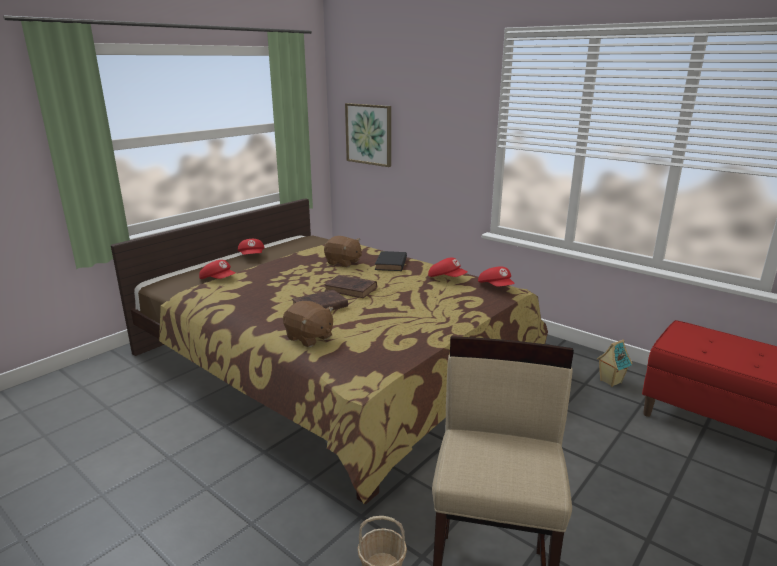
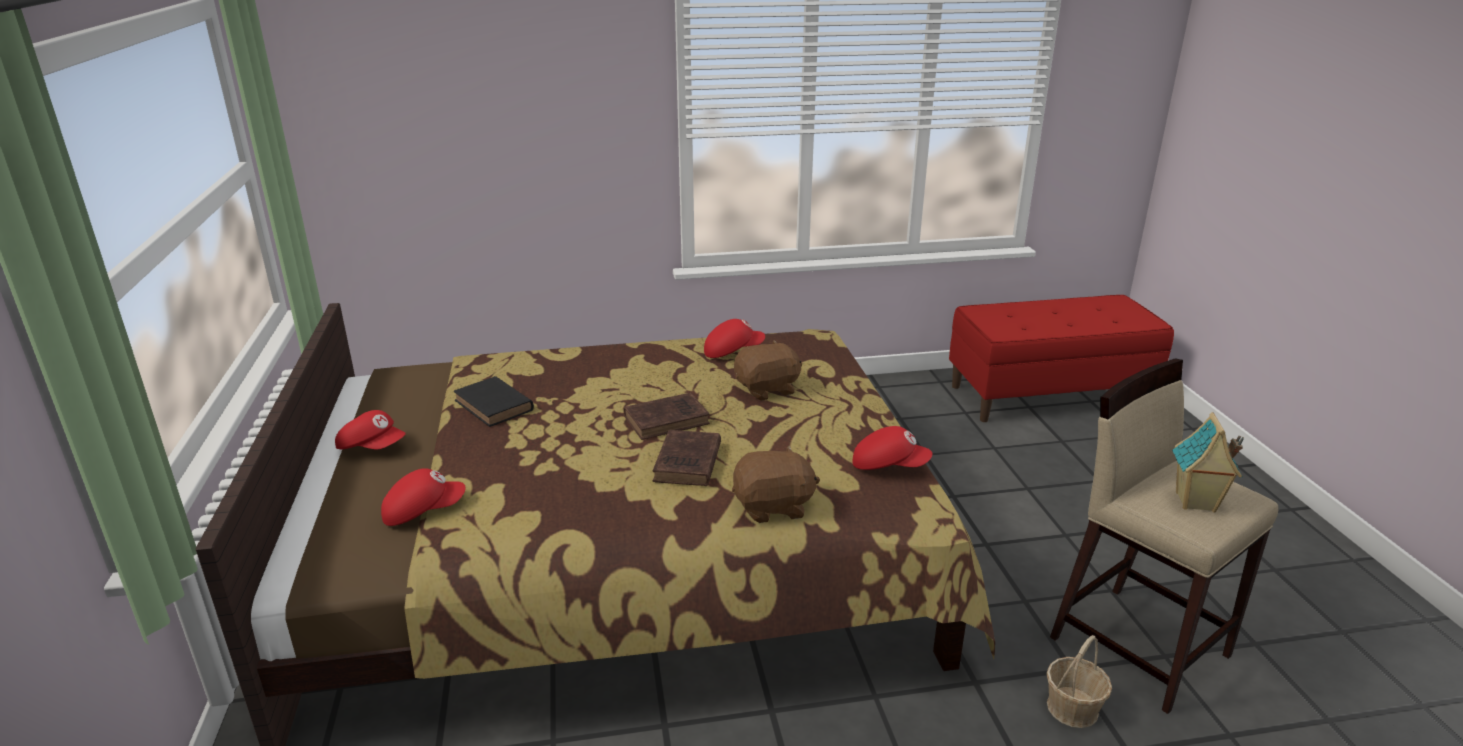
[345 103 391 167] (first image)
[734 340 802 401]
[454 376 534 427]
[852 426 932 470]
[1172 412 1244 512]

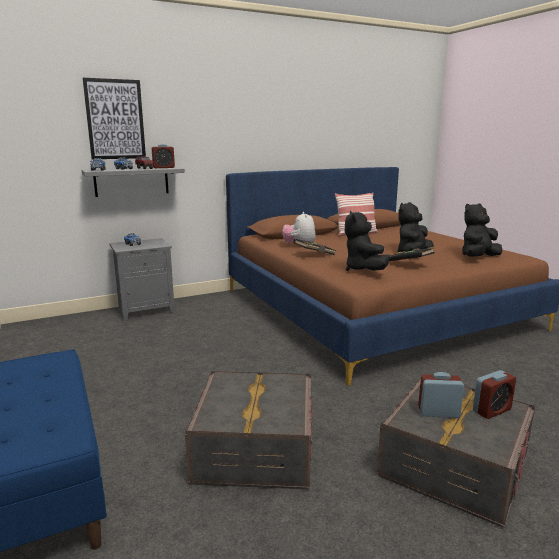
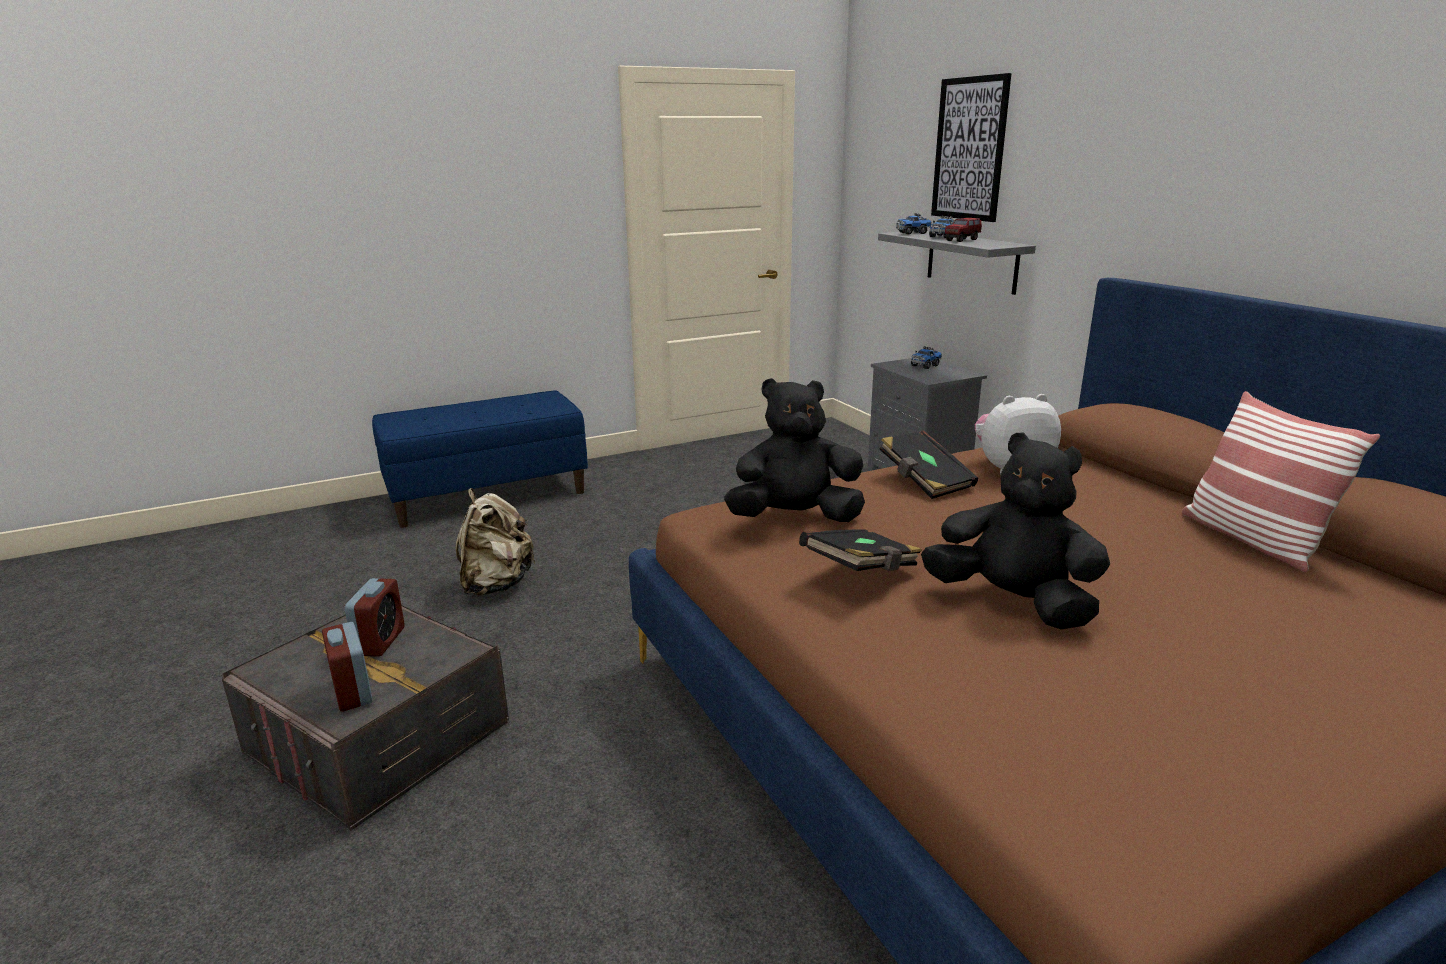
[151 144 175 168] (first image)
[462 203 502 257] (first image)
[455 488 536 596]

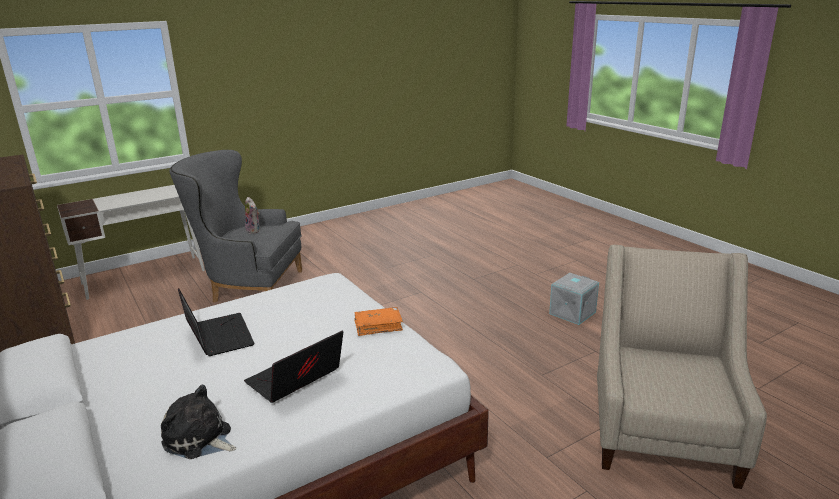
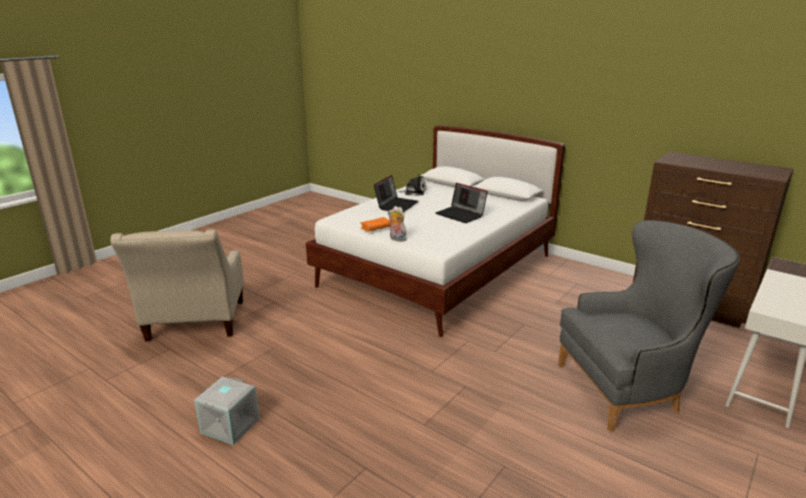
[388 206 407 242]

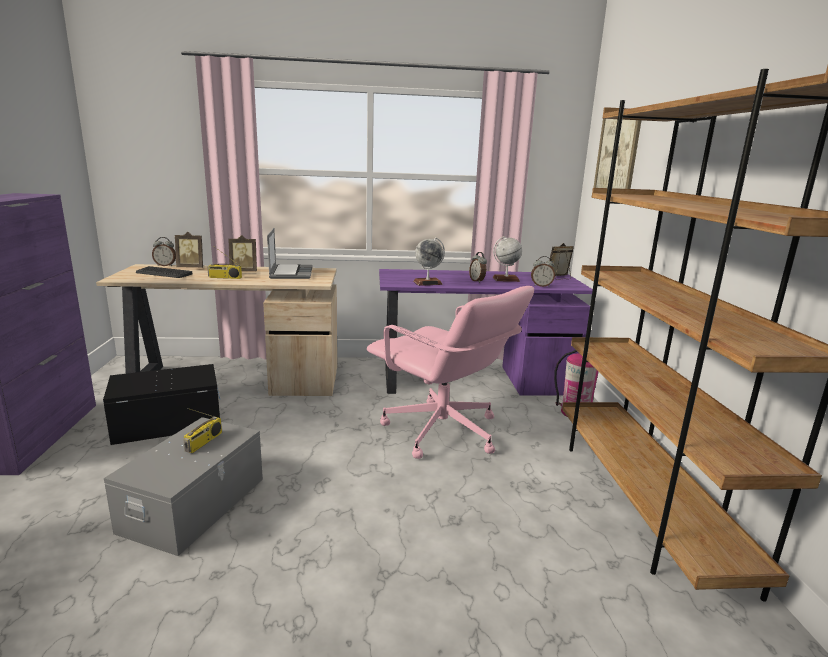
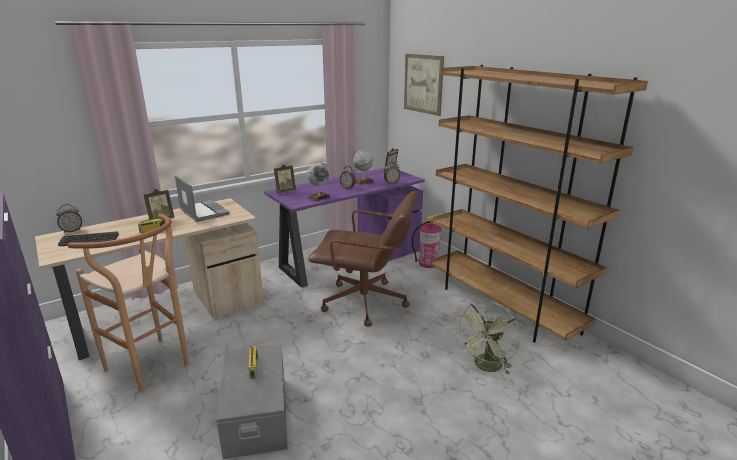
[274 164 296 193]
[308 191 417 327]
[67 214 189 392]
[457 301 521 375]

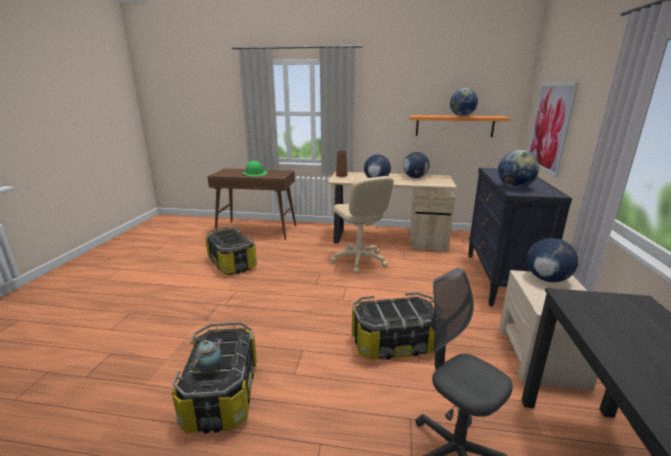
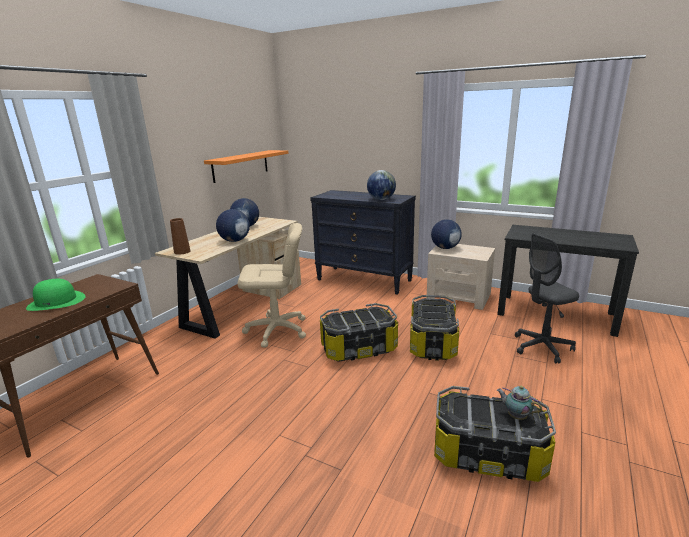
[528 82 579 177] (first image)
[450 88 478 116] (first image)
[320 303 398 362]

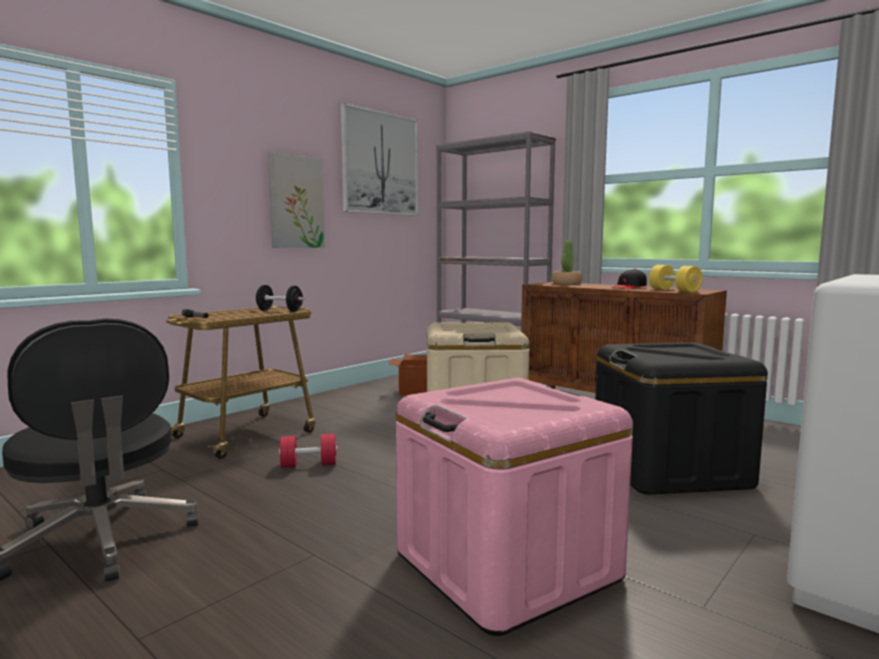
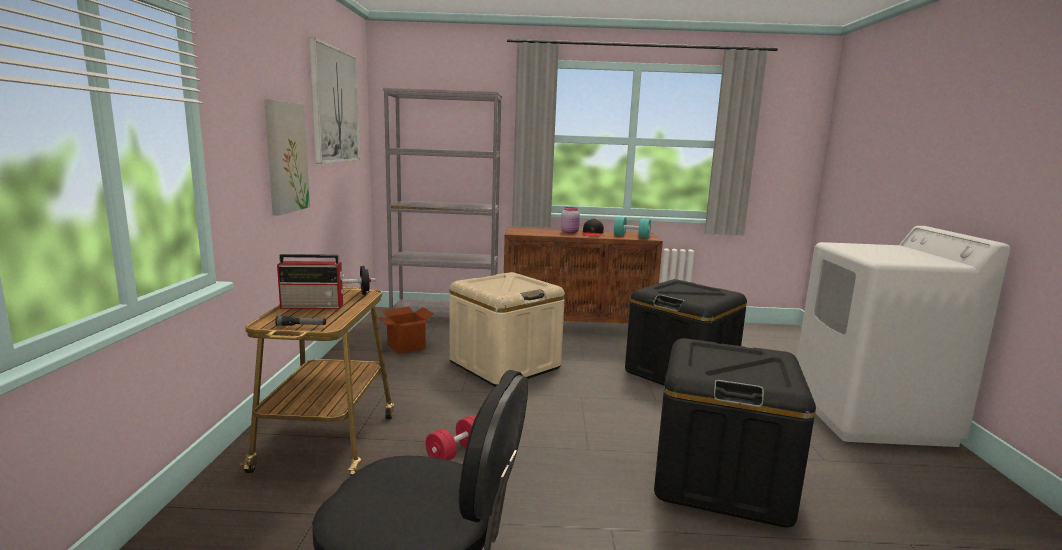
[552 240 582 285] (first image)
[614 216 651 238]
[654 338 816 527]
[561 207 580 234]
[277 254 345 309]

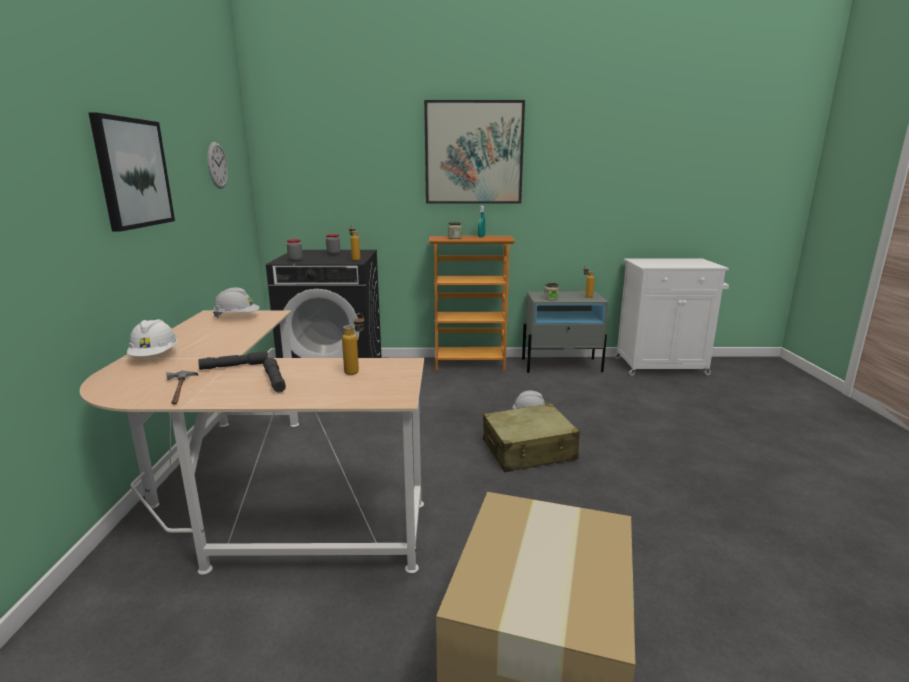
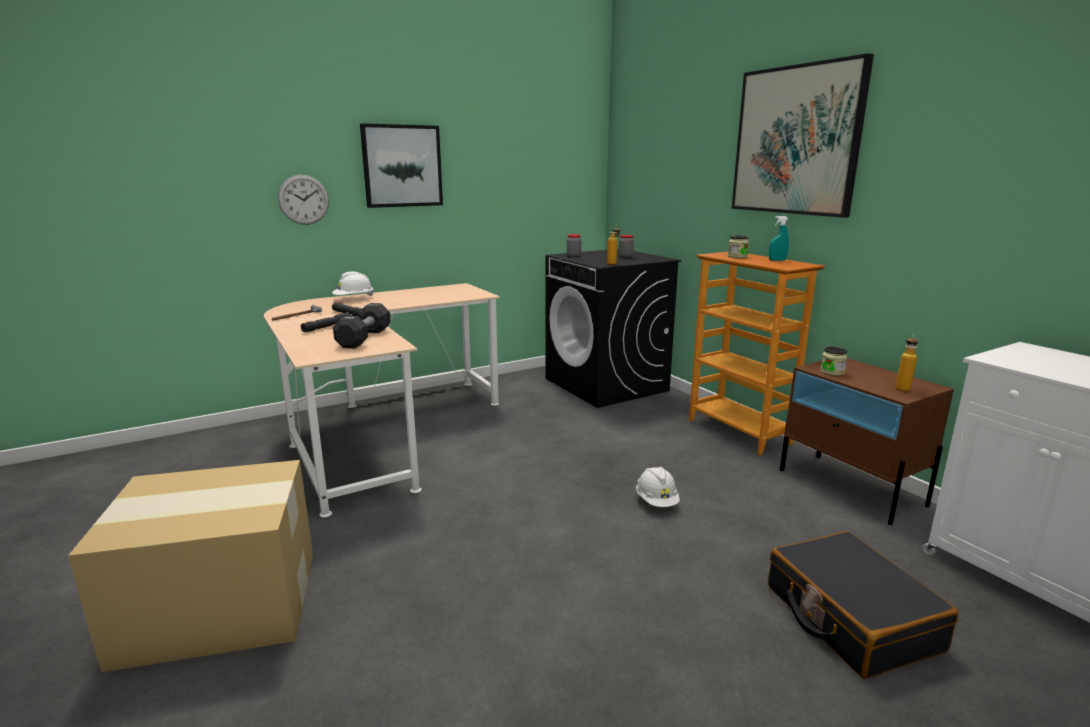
[278 175 329 225]
[213 287 260 318] (first image)
[780 358 954 525]
[333 303 391 348]
[483 403 580 472] (first image)
[768 531 959 679]

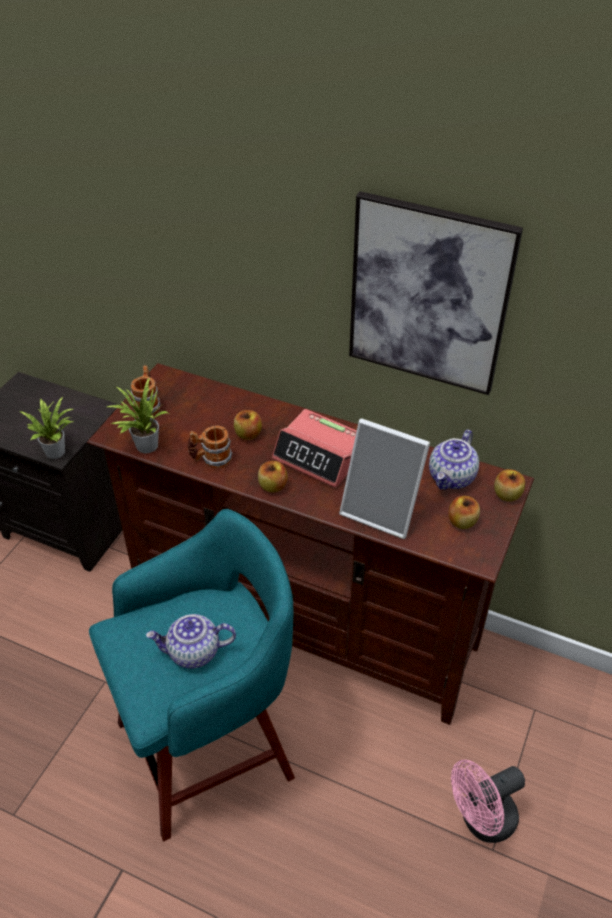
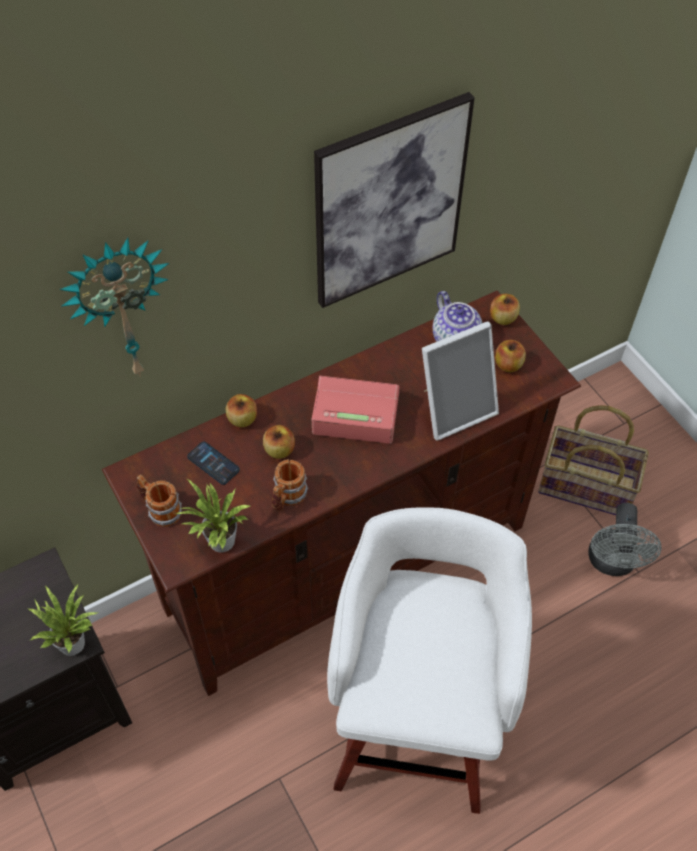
[312 376 400 444]
[226 394 257 427]
[327 507 532 814]
[146 614 236 669] (first image)
[588 503 662 576]
[60 237 169 377]
[538 405 649 515]
[187 442 240 485]

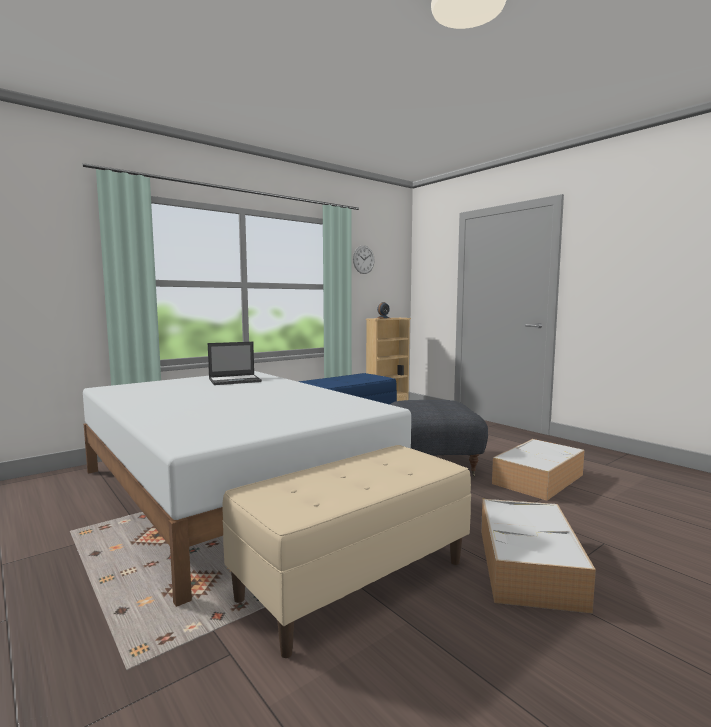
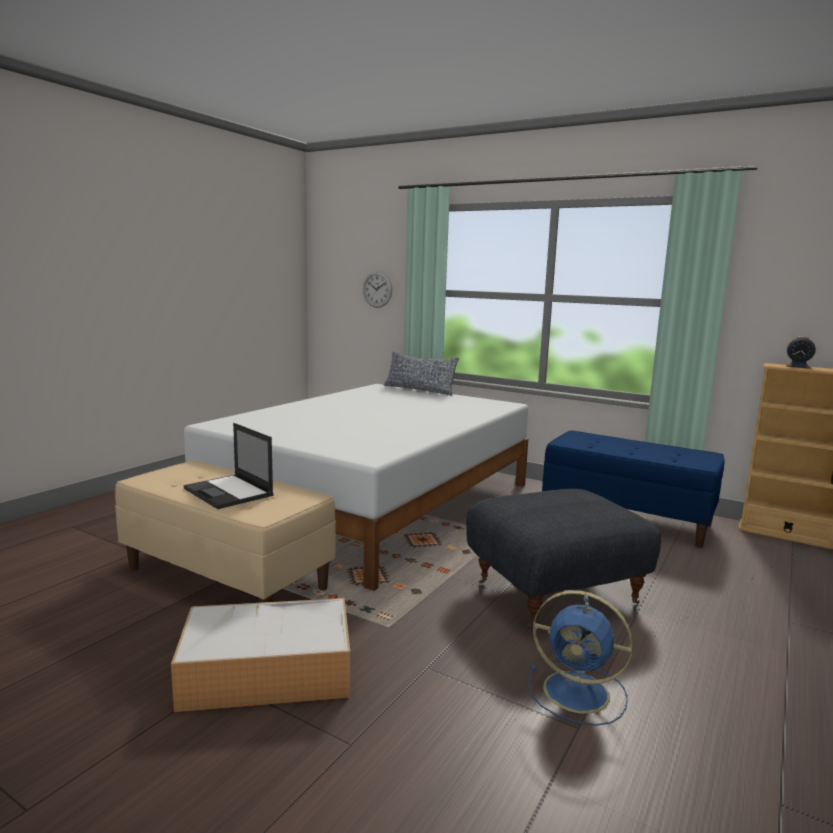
[363 271 392 308]
[184 423 274 509]
[528 590 633 726]
[384 351 459 396]

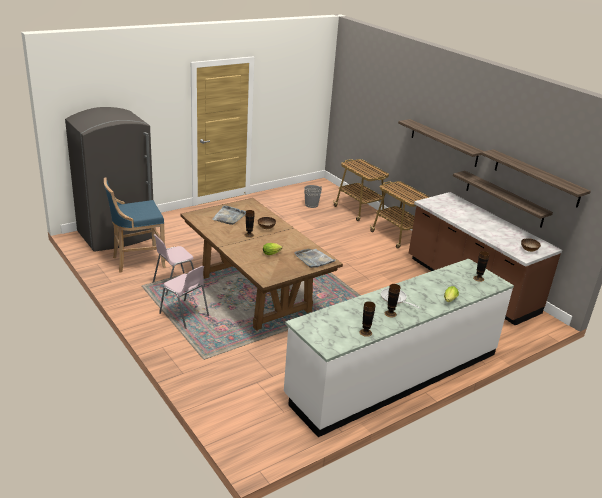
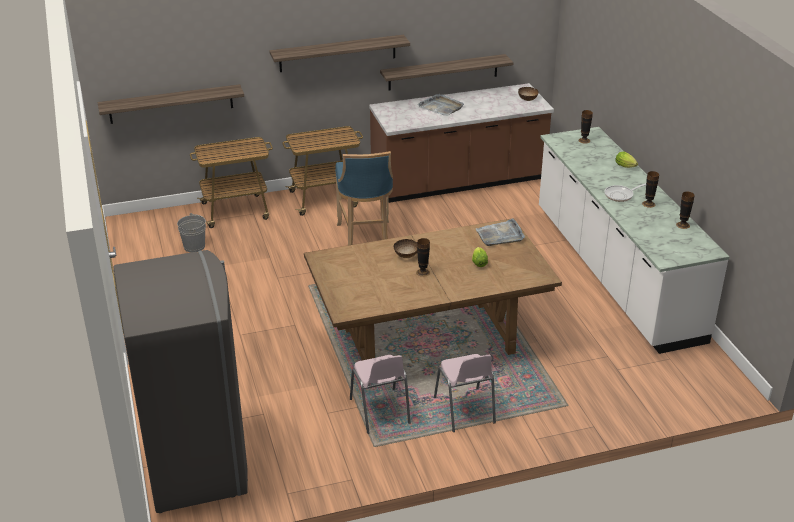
[98 84 244 124]
[335 151 393 245]
[417 94 464 116]
[434 354 496 432]

